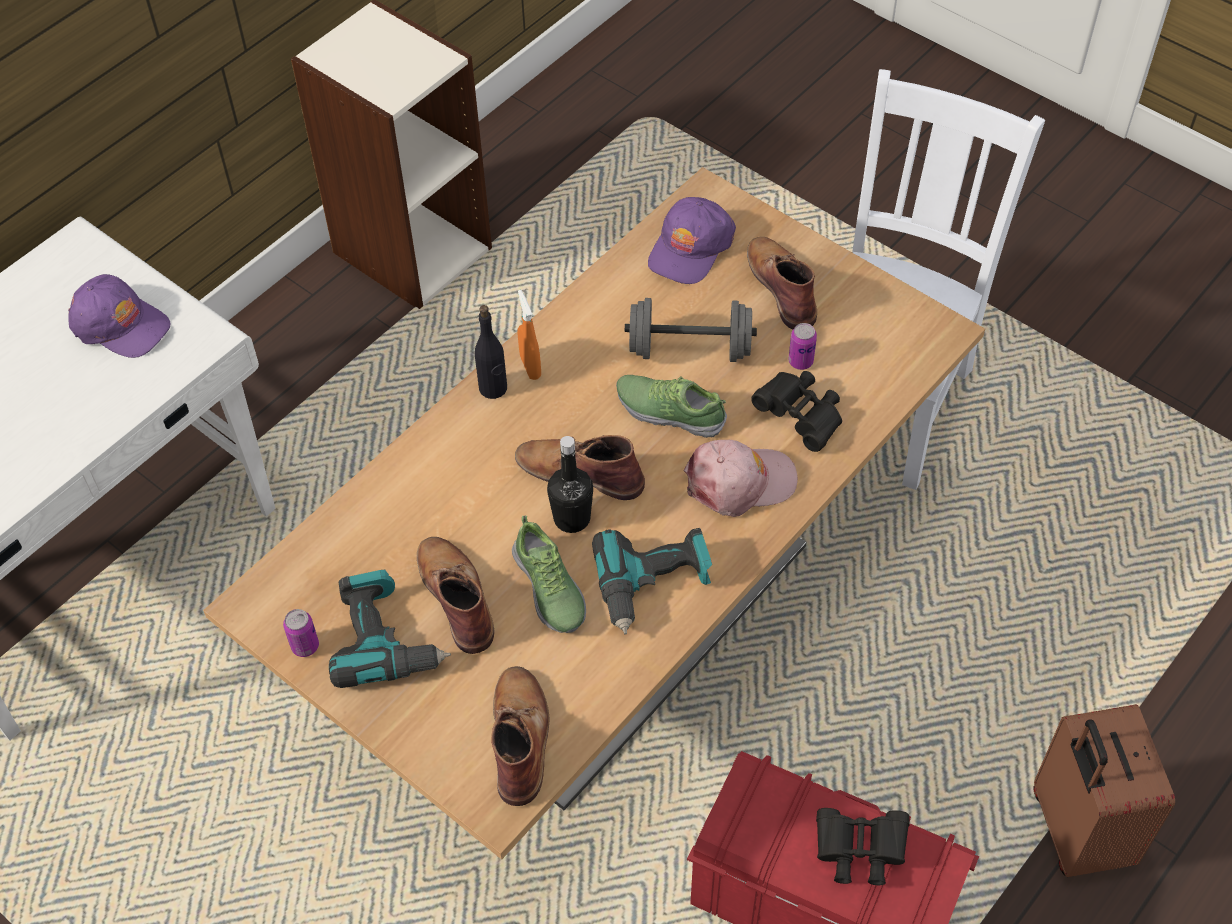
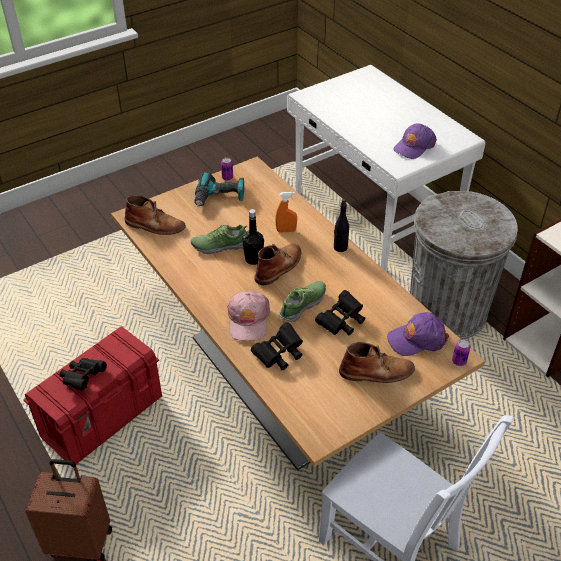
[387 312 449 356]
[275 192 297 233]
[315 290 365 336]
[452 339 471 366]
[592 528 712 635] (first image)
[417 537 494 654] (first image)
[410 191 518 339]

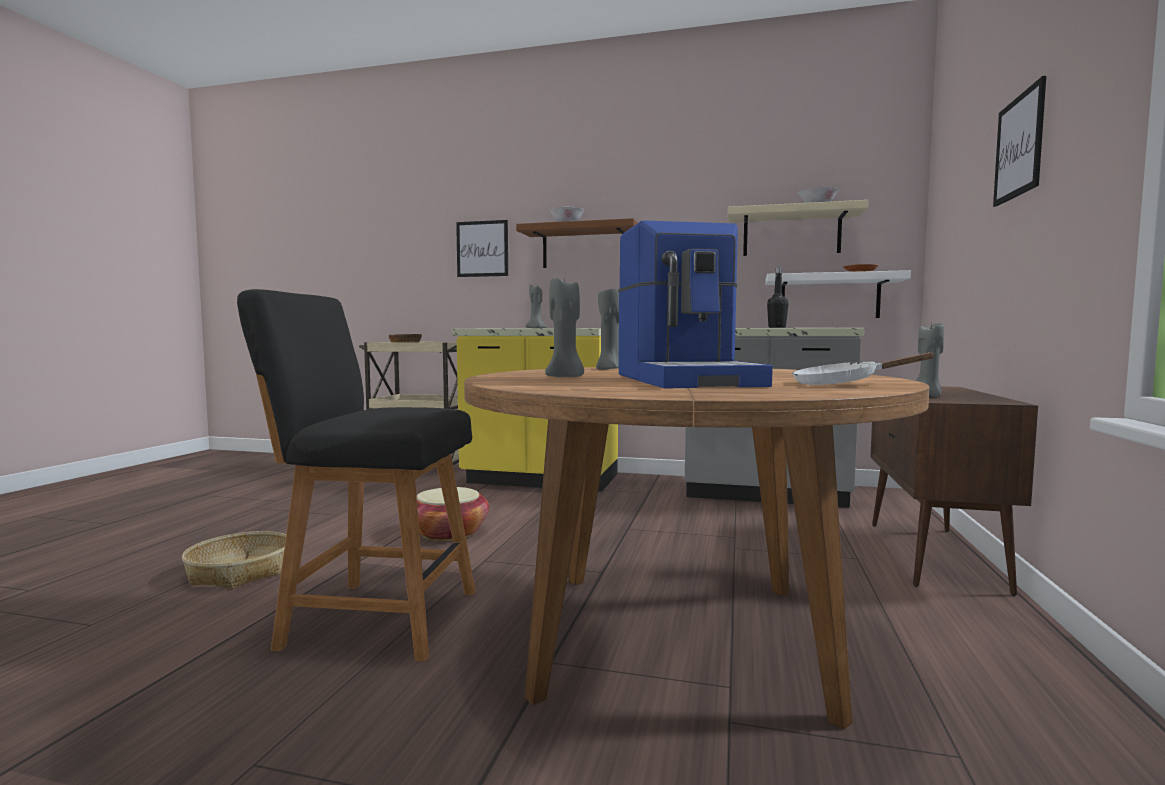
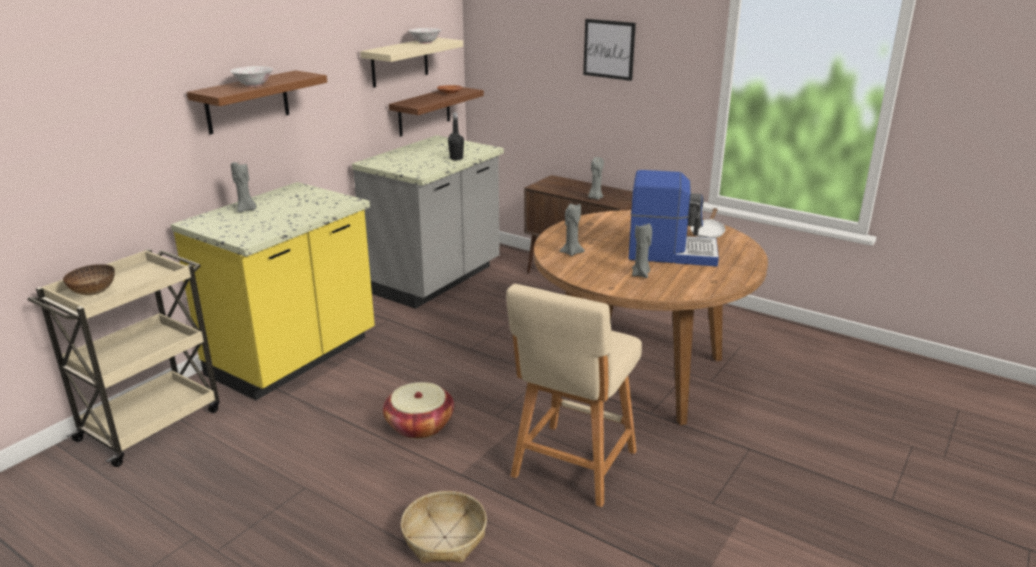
[456 220 508 277] (first image)
[389 87 484 137]
[506 284 642 507]

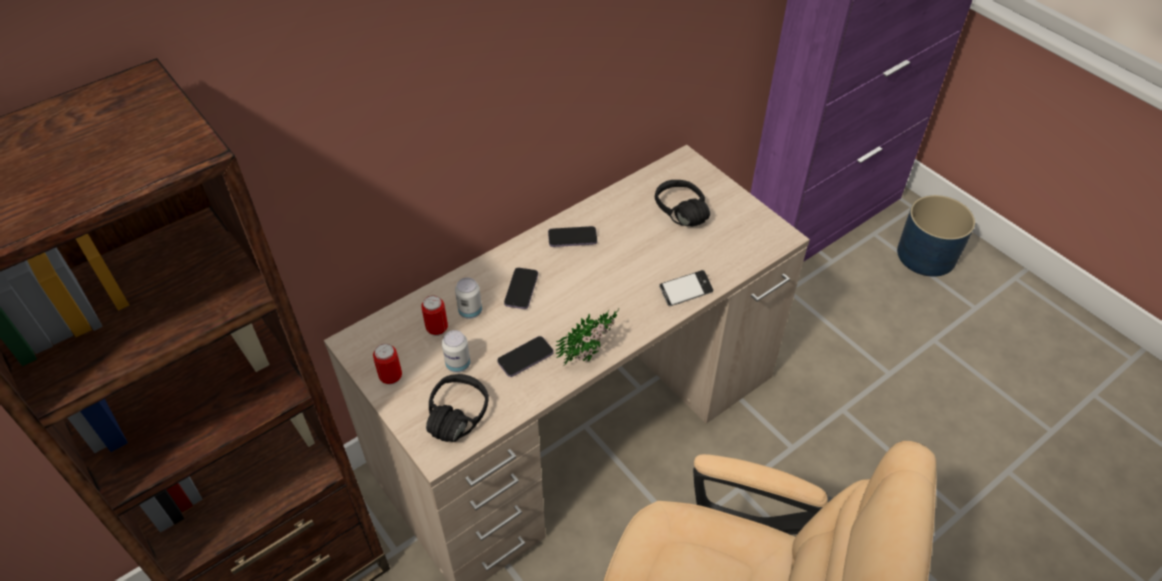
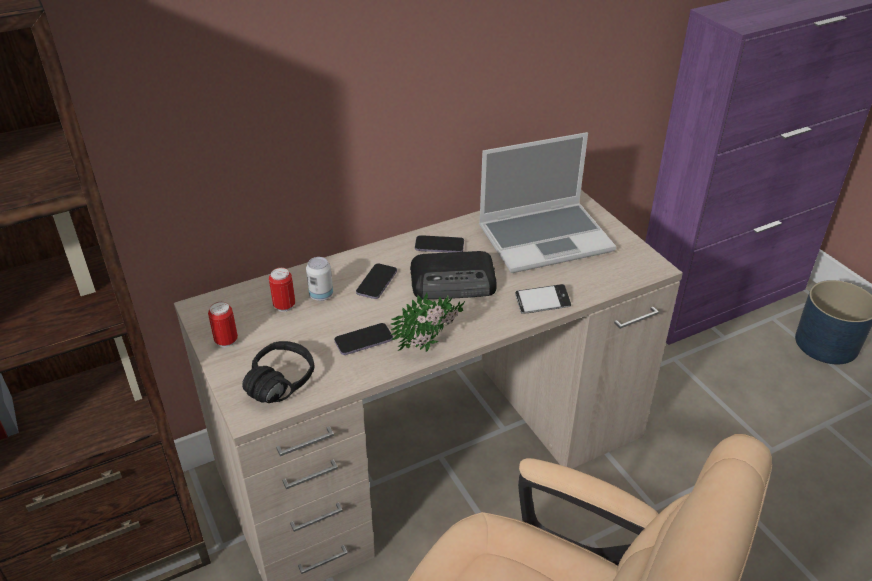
[479 132 616 273]
[442 330 470 373] (first image)
[410 251 496 299]

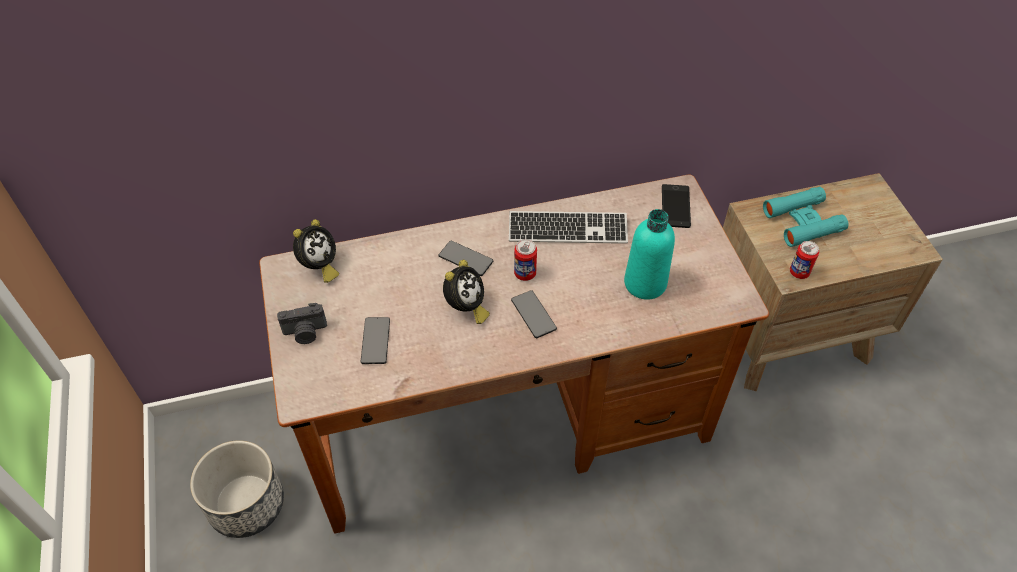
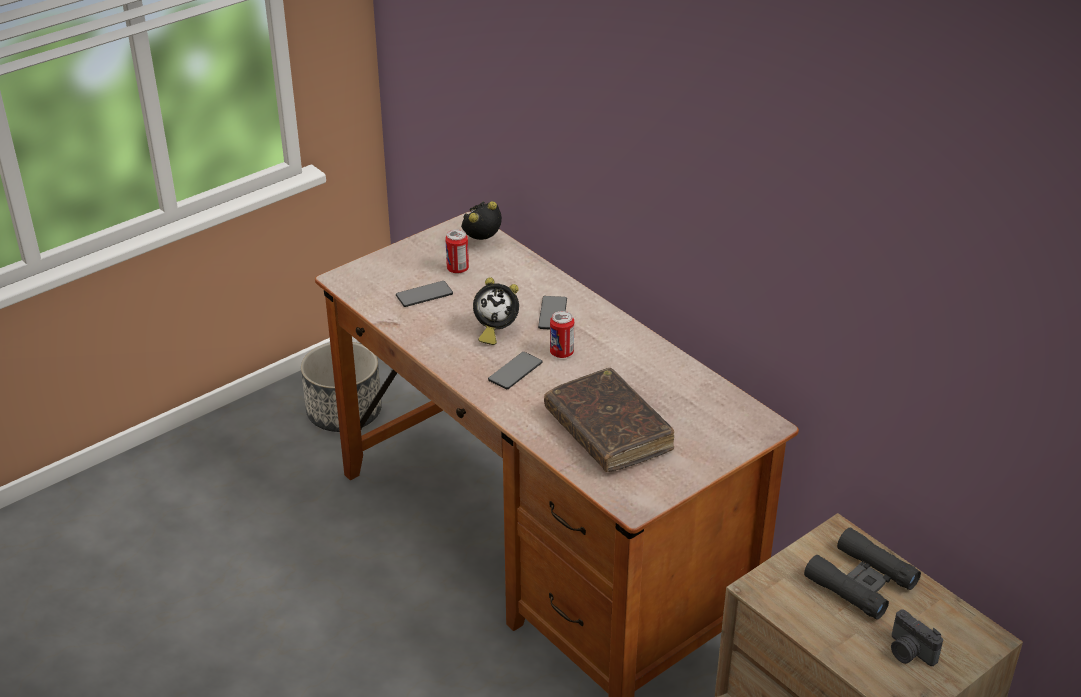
[662 184 691 228] (first image)
[804 528 921 620]
[544 368 674 472]
[509 211 628 244] (first image)
[461 201 502 240]
[445 229 469 274]
[891 609 943 666]

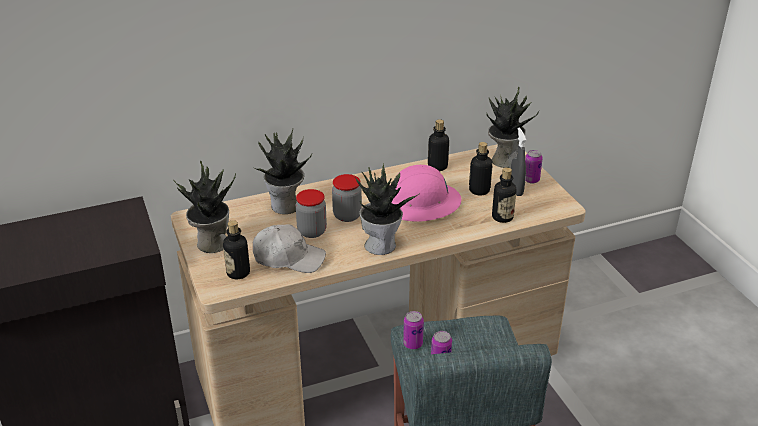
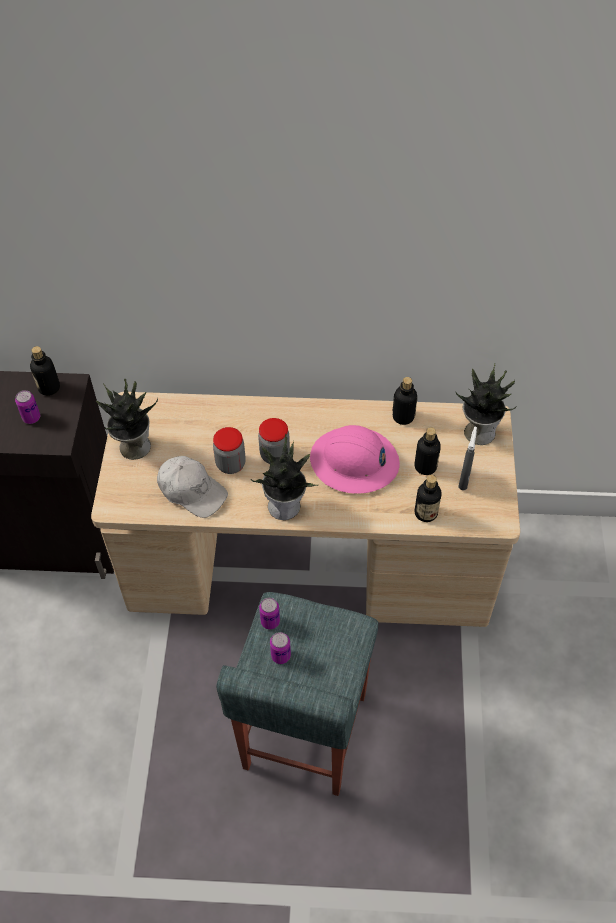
[254 129 312 214] (first image)
[15 390 40 424]
[30 346 60 396]

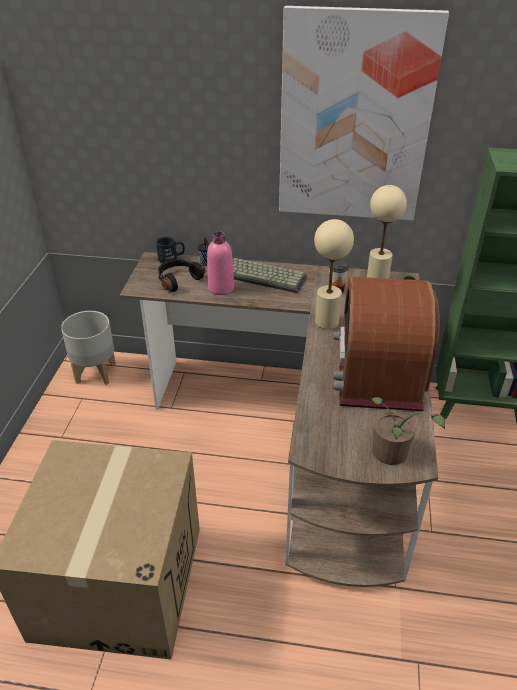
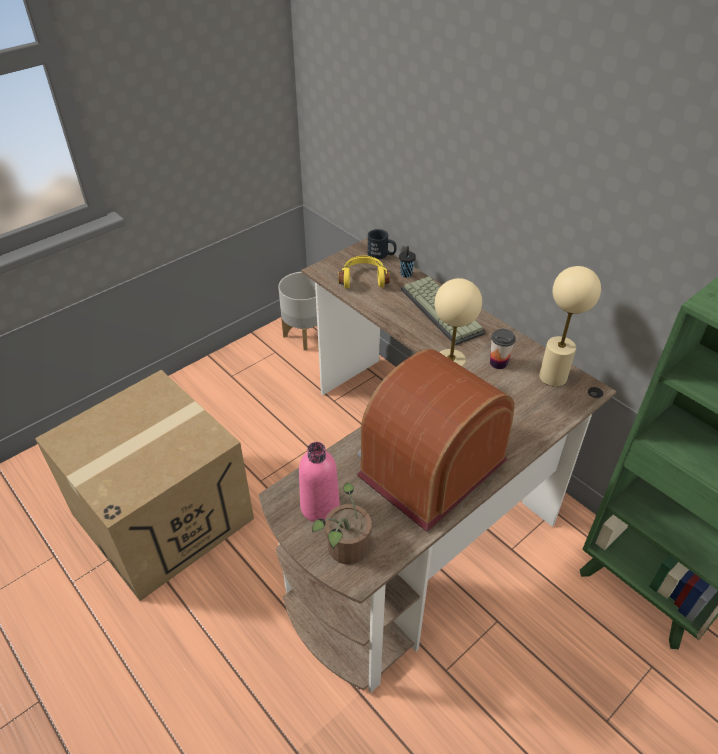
[279 6 449 221] (first image)
[299 442 340 522]
[338 256 390 288]

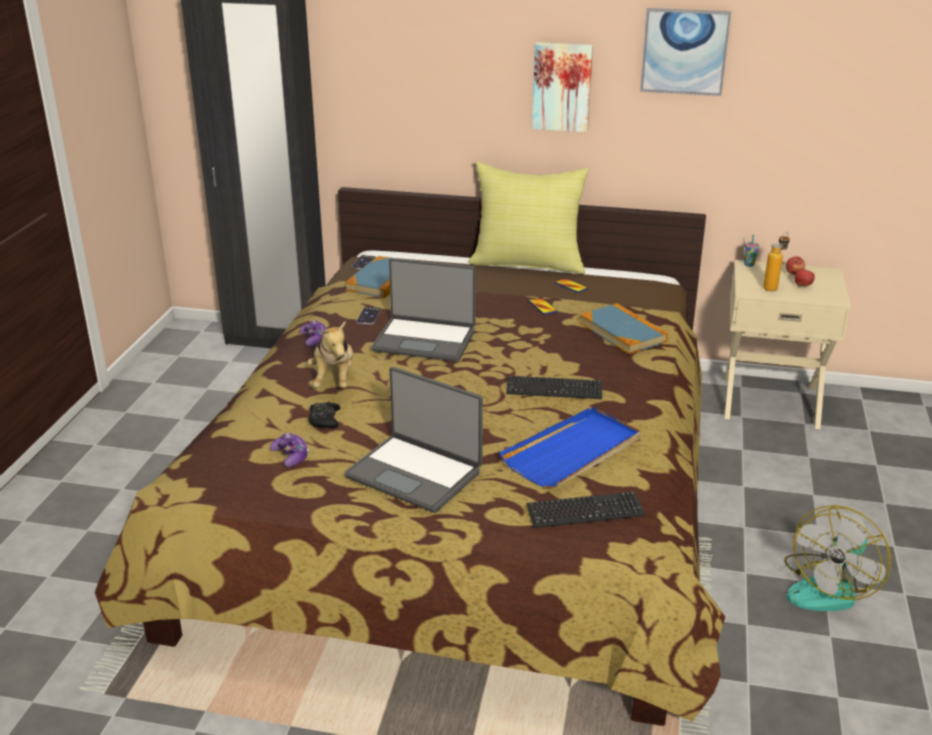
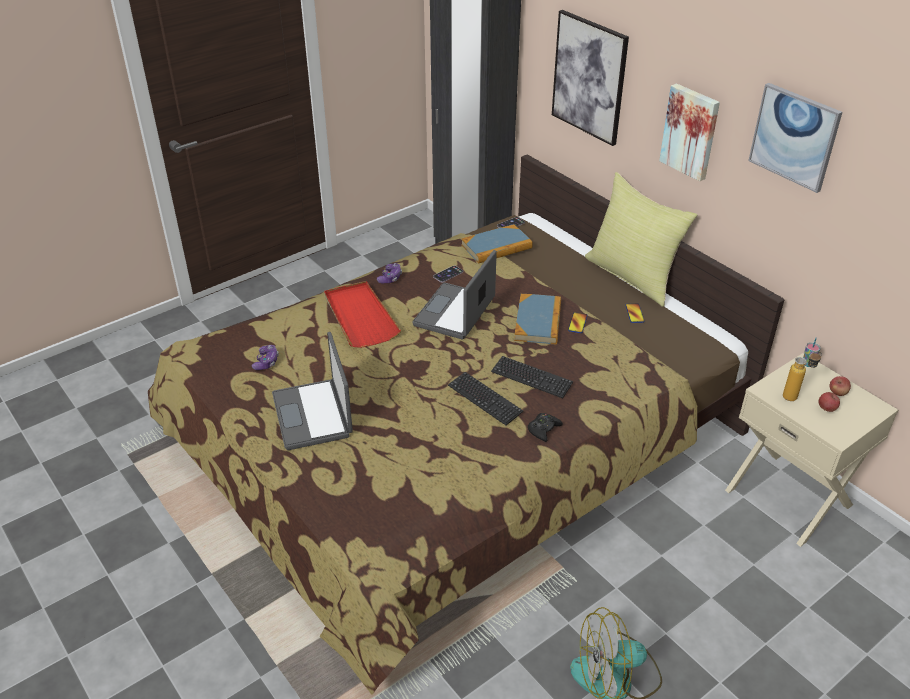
[412 250 497 339]
[514 294 561 345]
[324 281 401 348]
[528 413 563 442]
[500 407 641 488] (first image)
[491 356 573 398]
[552 10 629 146]

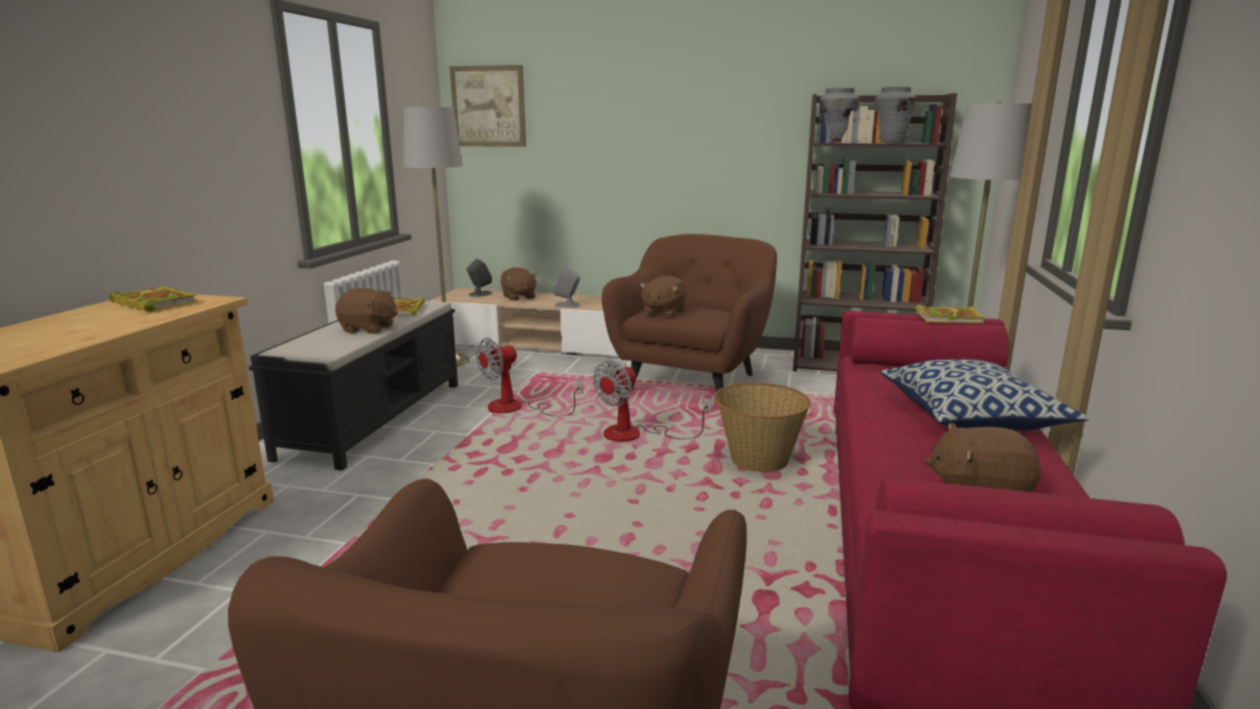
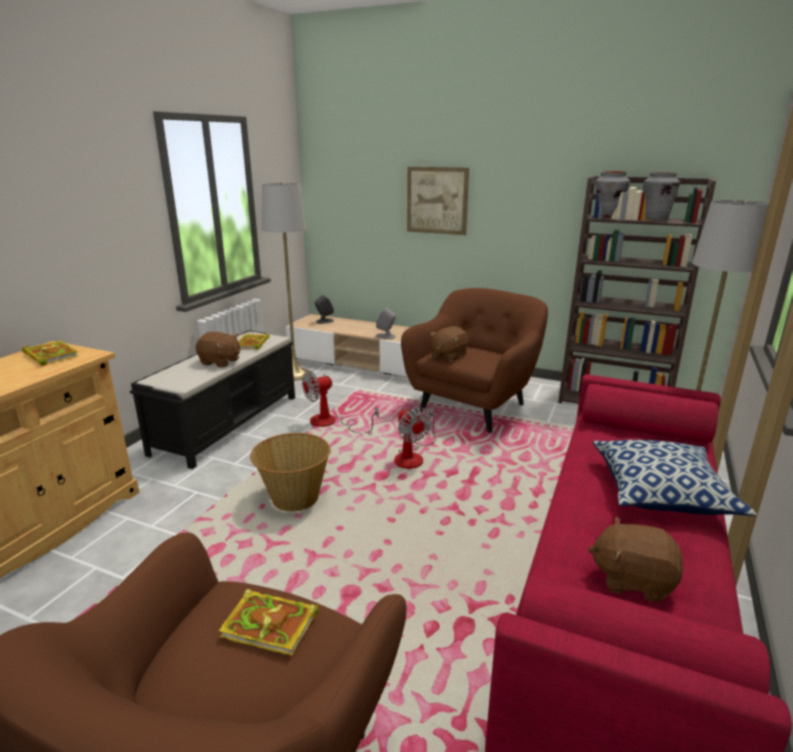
[407 167 469 235]
[501 267 538 301] (first image)
[219 589 319 656]
[395 407 436 469]
[250 433 330 512]

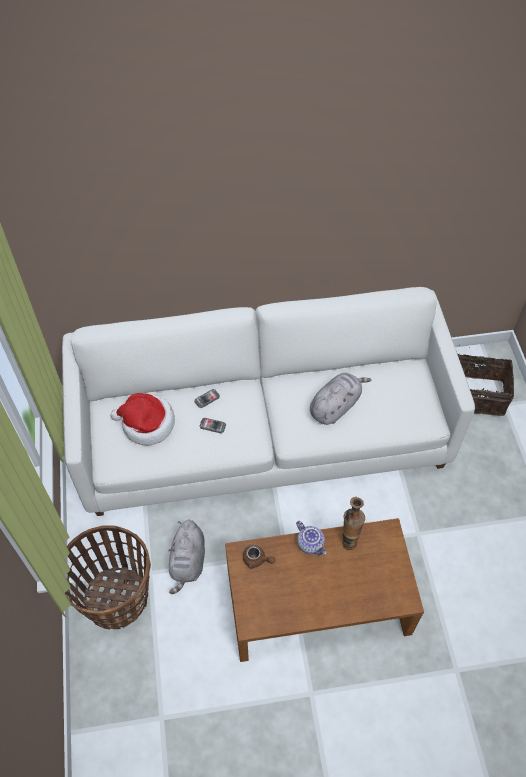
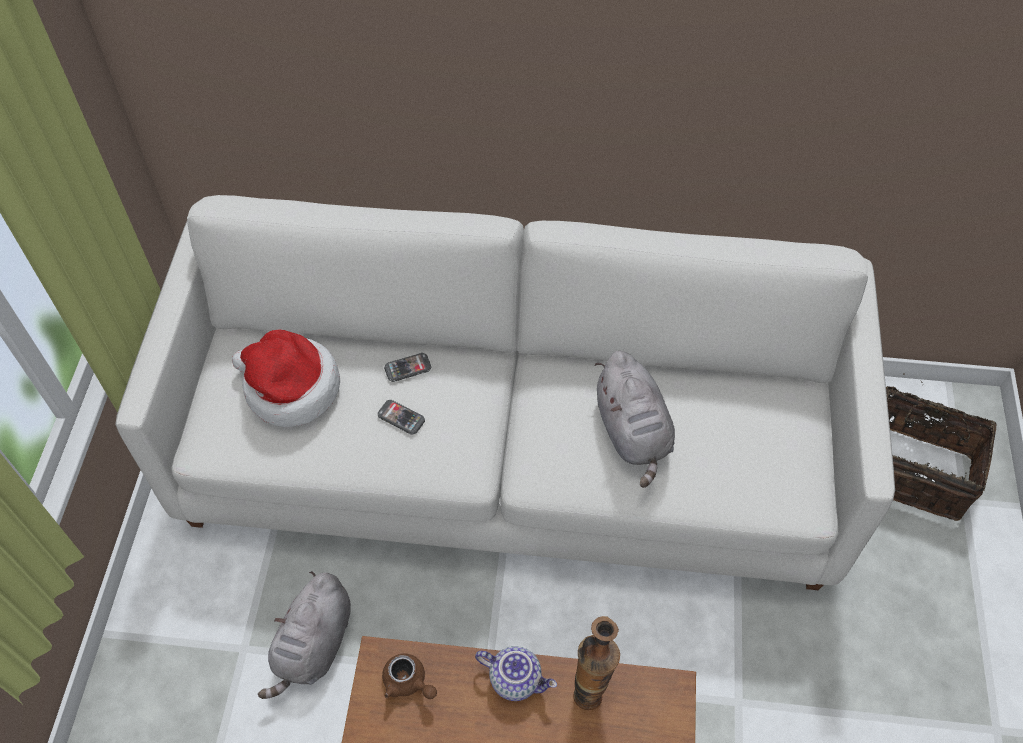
[594 351 675 488]
[475 646 557 701]
[65 525 151 630] (first image)

